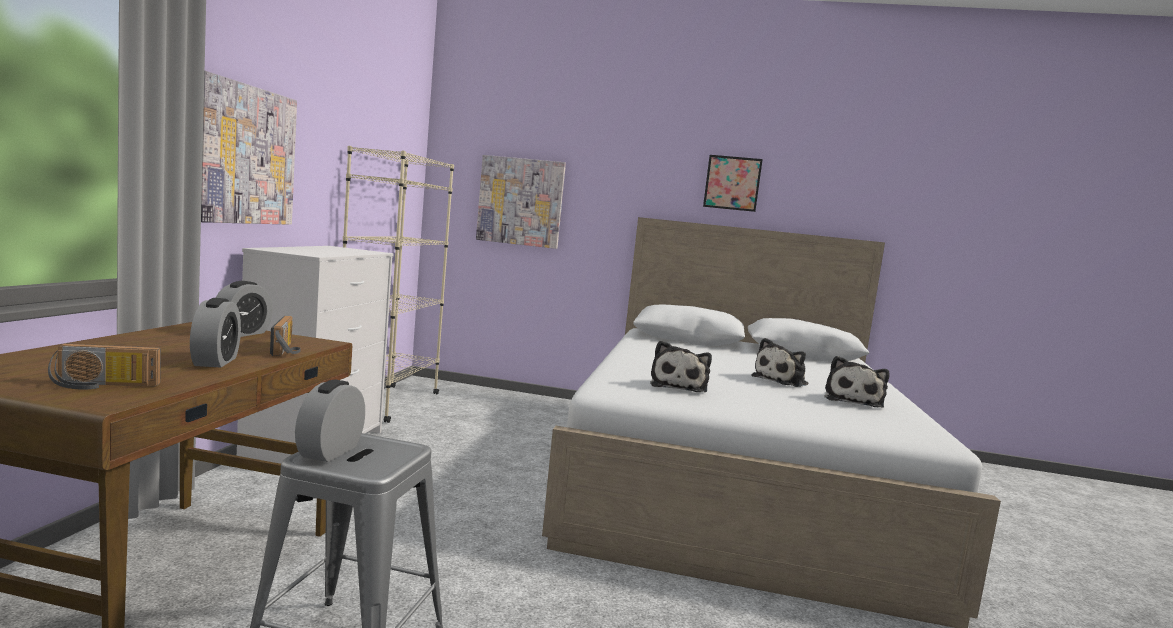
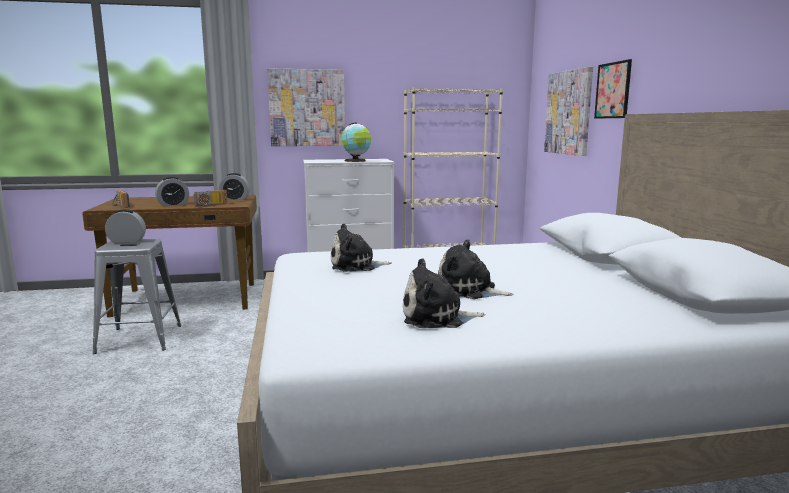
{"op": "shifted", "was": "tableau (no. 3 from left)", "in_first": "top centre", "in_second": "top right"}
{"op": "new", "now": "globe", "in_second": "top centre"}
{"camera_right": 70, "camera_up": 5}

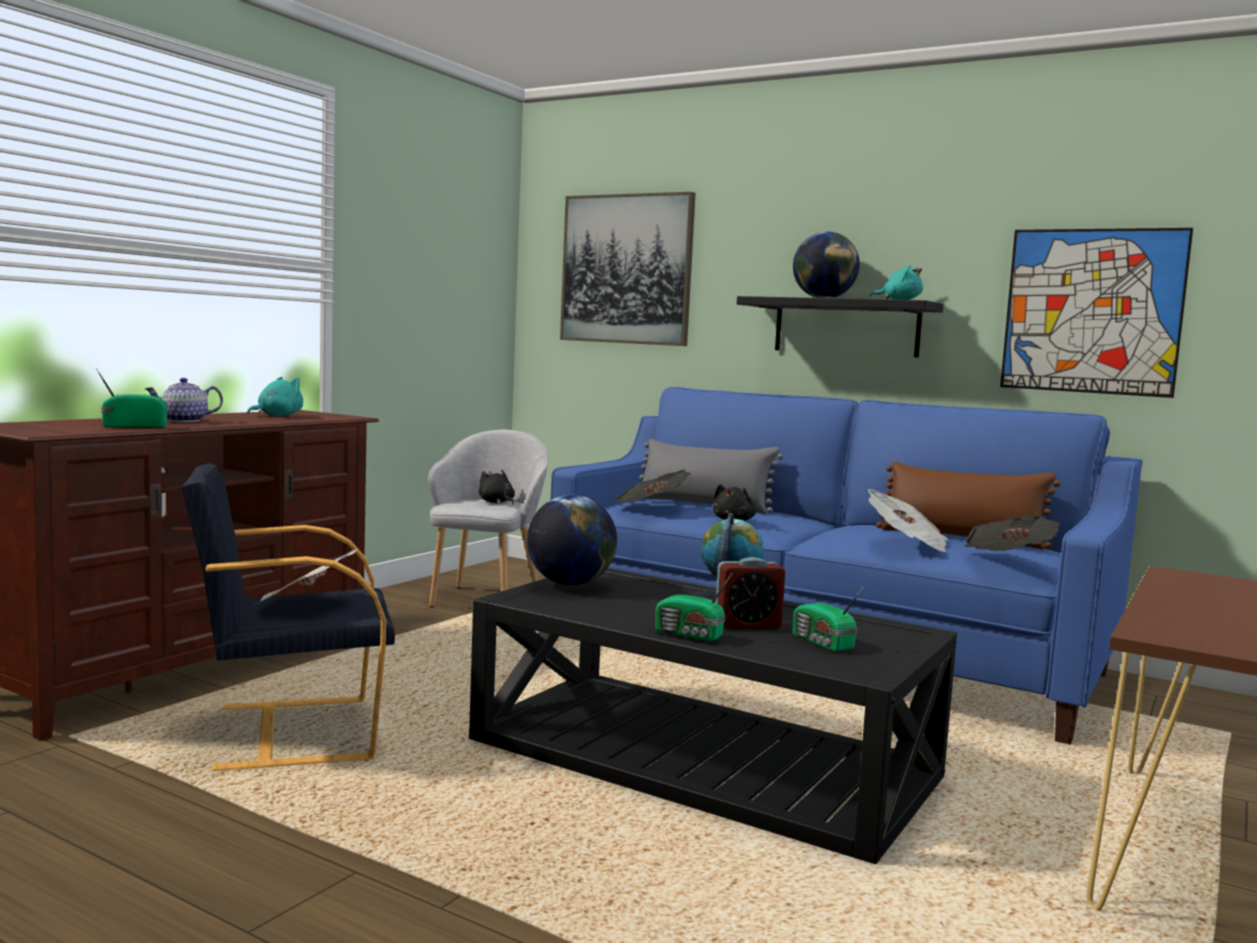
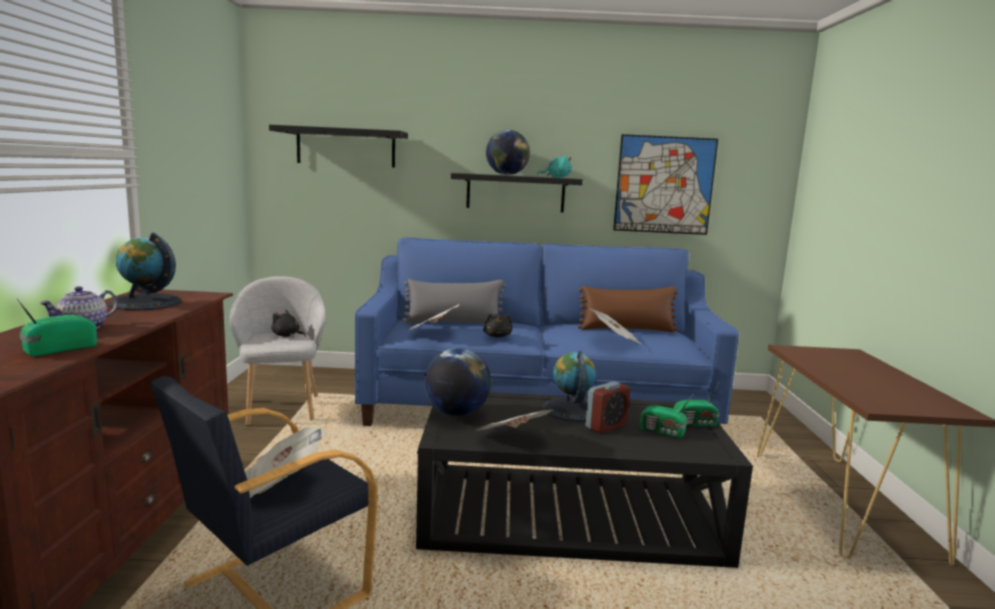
{"op": "swapped", "was": "peluche/turquoise (no. 1 from left)", "now": "globe (no. 1 from left)", "in_first": "middle left", "in_second": "middle left"}
{"op": "swapped", "was": "tableau (no. 1 from left)", "now": "étagère/noir (no. 1 from left)", "in_first": "top centre", "in_second": "top centre"}
{"op": "shifted", "was": "radio (no. 2 from left in the first image)", "now": "radio (no. 3 from left)", "in_first": "centre", "in_second": "middle right"}
{"op": "shifted", "was": "journal (no. 4 from left in the first image)", "now": "journal (no. 3 from left)", "in_first": "middle right", "in_second": "bottom centre"}
{"camera_right": -30, "camera_up": 5}

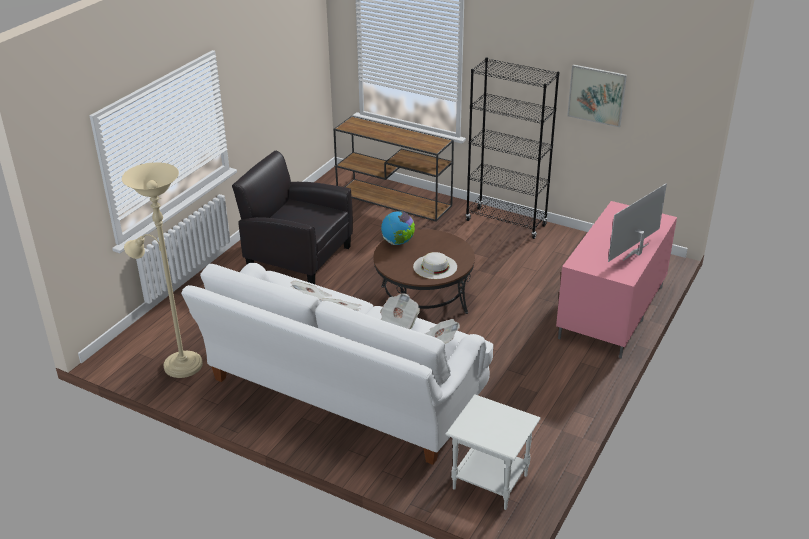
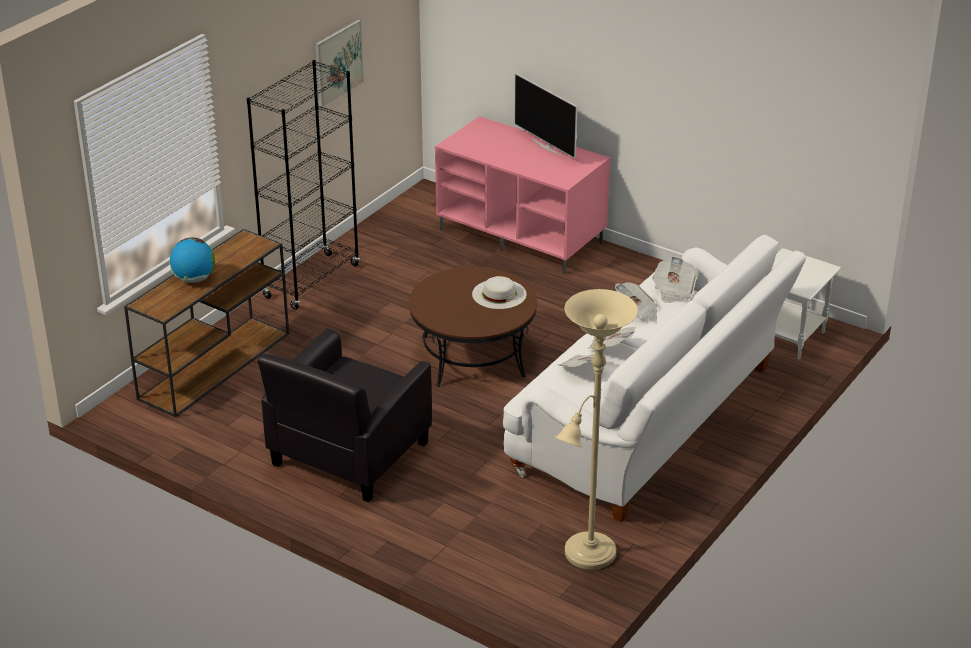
{"op": "shifted", "was": "globe", "in_first": "centre", "in_second": "middle left"}
{"camera_right": -85, "camera_up": 0}

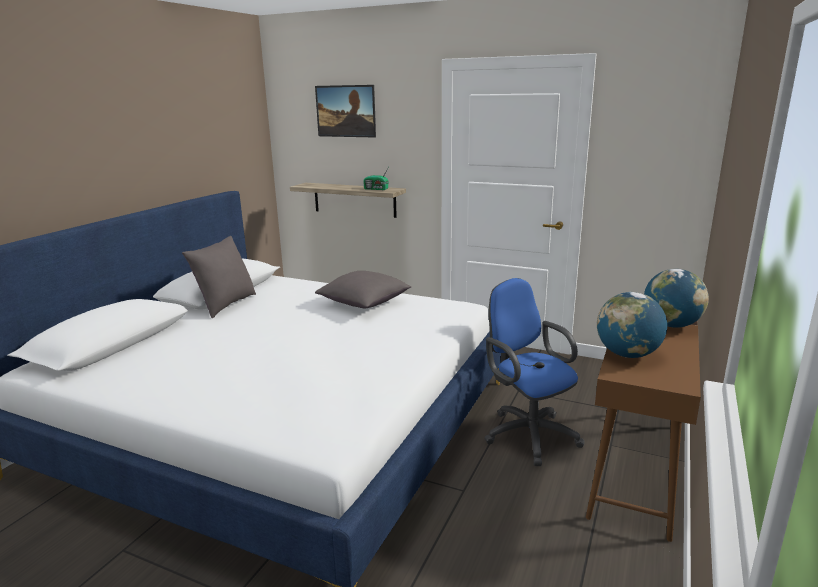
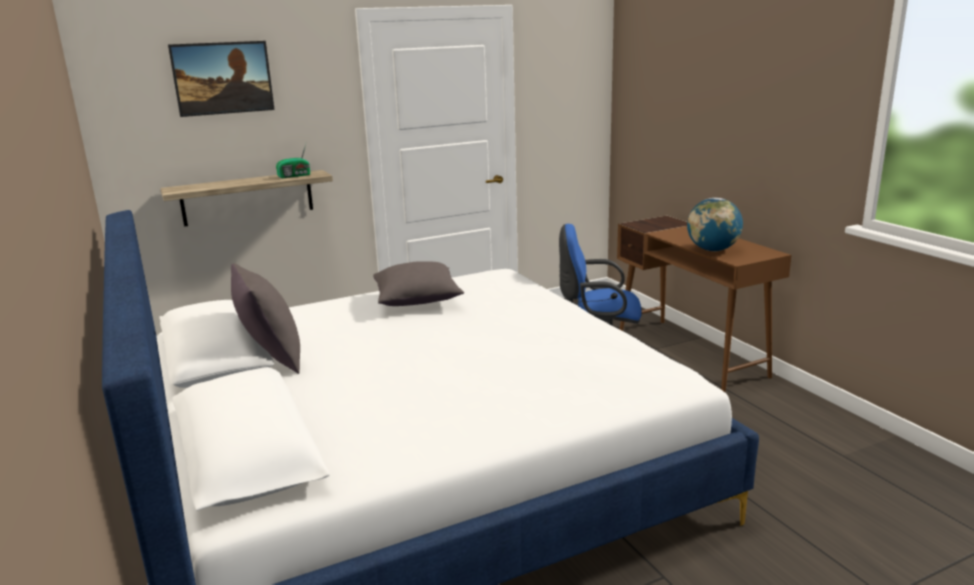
{"op": "gone", "was": "globe (no. 2 from left)", "in_first": "middle right"}
{"camera_right": -50, "camera_up": 0}

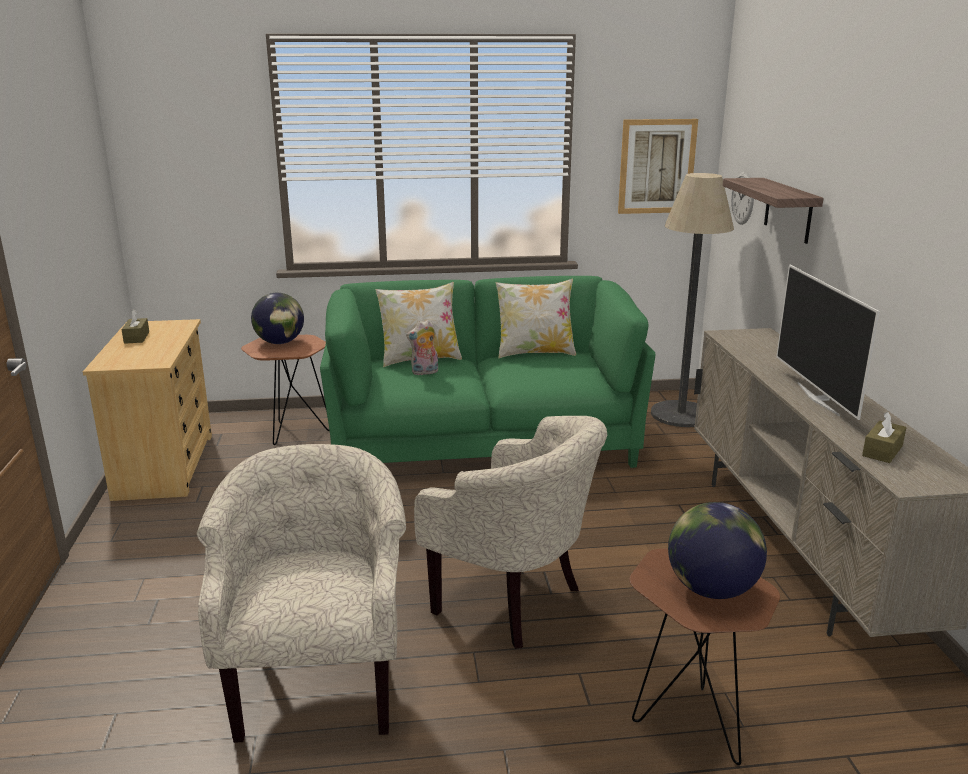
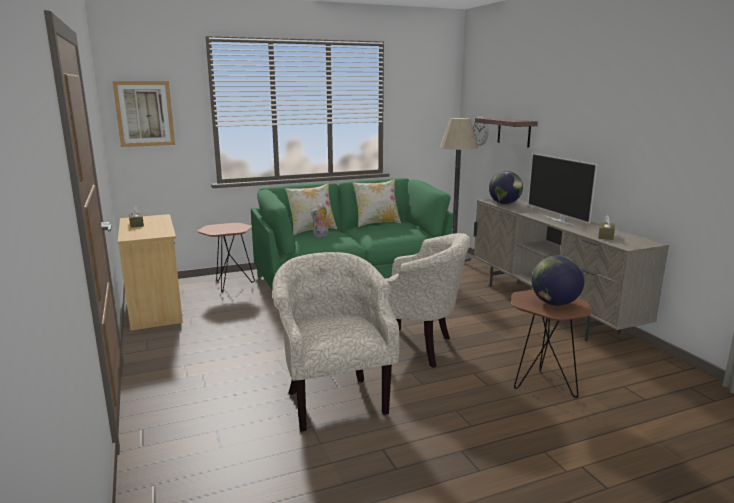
{"op": "shifted", "was": "globe (no. 1 from left)", "in_first": "middle left", "in_second": "middle right"}
{"op": "shifted", "was": "tableau", "in_first": "top right", "in_second": "top left"}
{"camera_right": -15, "camera_up": -5}

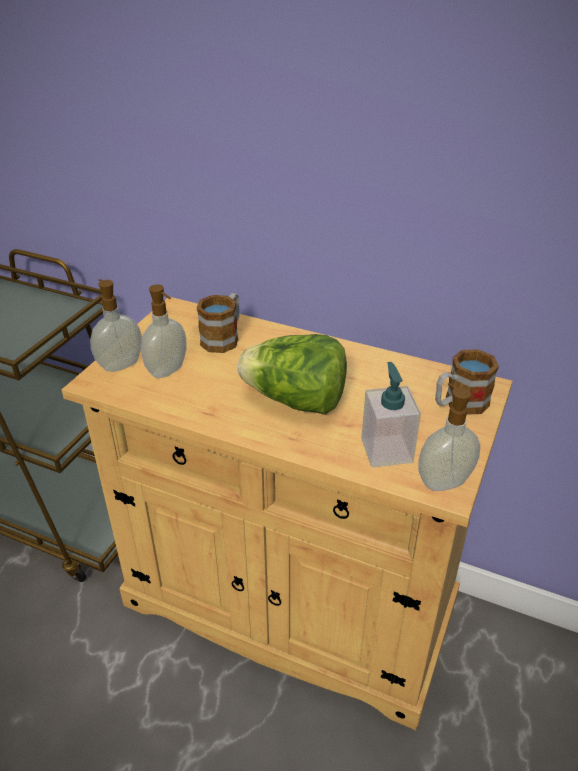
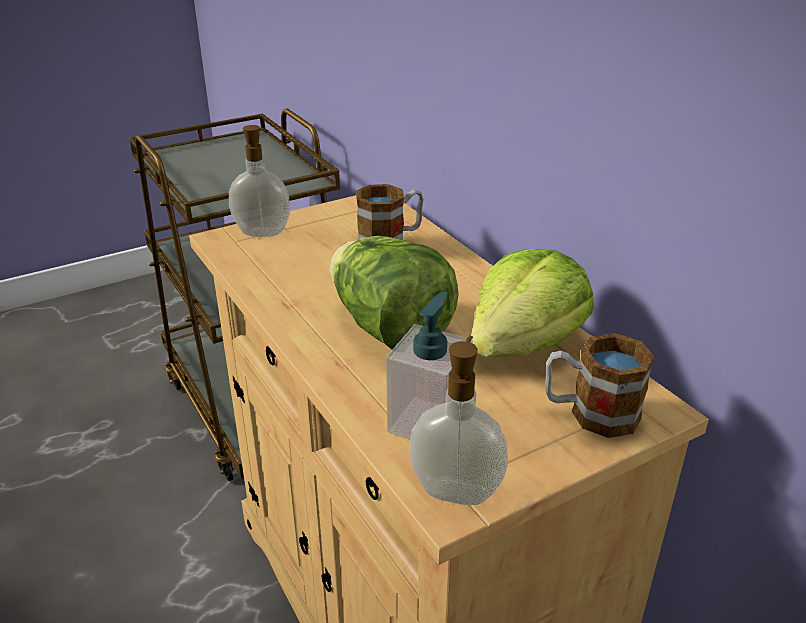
{"op": "gone", "was": "distributeur de savon (no. 2 from left)", "in_first": "middle left"}
{"op": "new", "now": "laitue (no. 2 from left)", "in_second": "centre"}
{"camera_right": 35, "camera_up": -5}

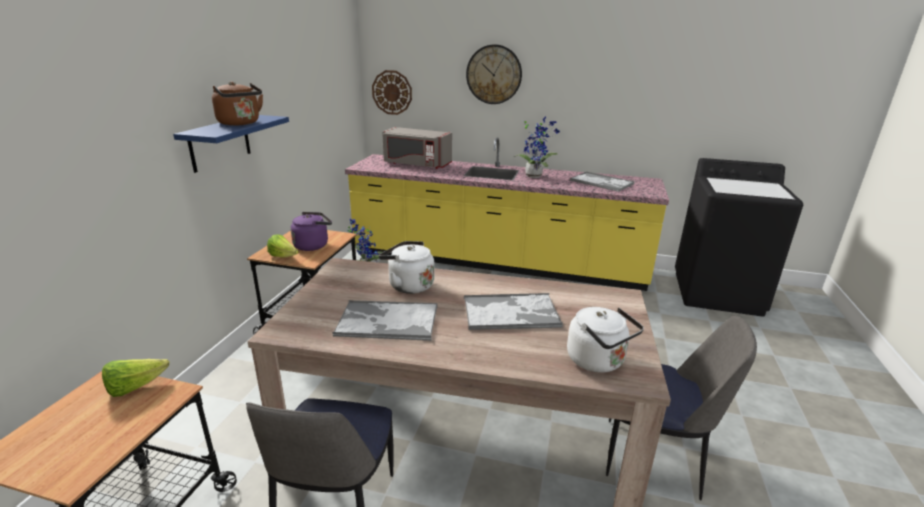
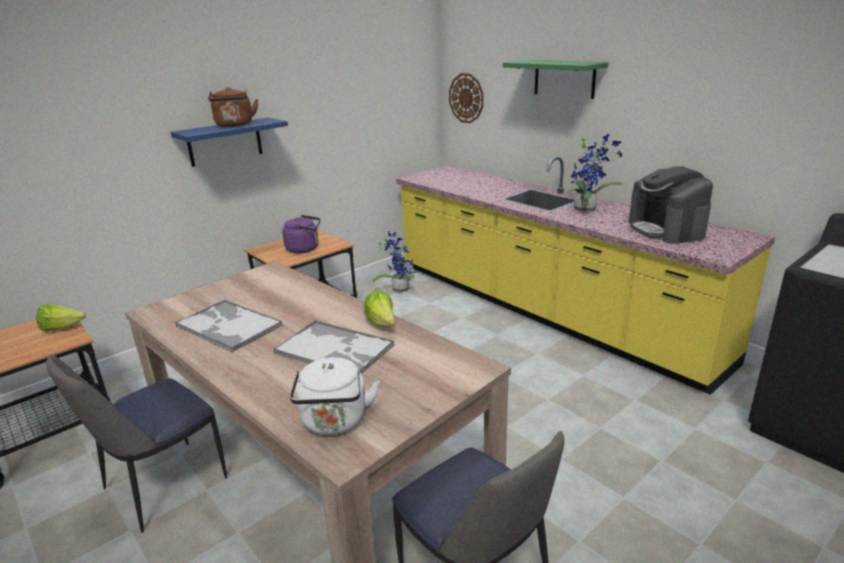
{"op": "shifted", "was": "laitue (no. 2 from left)", "in_first": "middle left", "in_second": "centre"}
{"op": "gone", "was": "bouilloire/blanc (no. 1 from left)", "in_first": "centre"}
{"op": "gone", "was": "micro-ondes/gris", "in_first": "top centre"}
{"op": "swapped", "was": "horloge murale (no. 2 from left)", "now": "étagère/vert", "in_first": "top centre", "in_second": "top centre"}
{"op": "swapped", "was": "plateau (no. 3 from left)", "now": "machine à café", "in_first": "centre", "in_second": "middle right"}
{"camera_right": 35, "camera_up": 0}

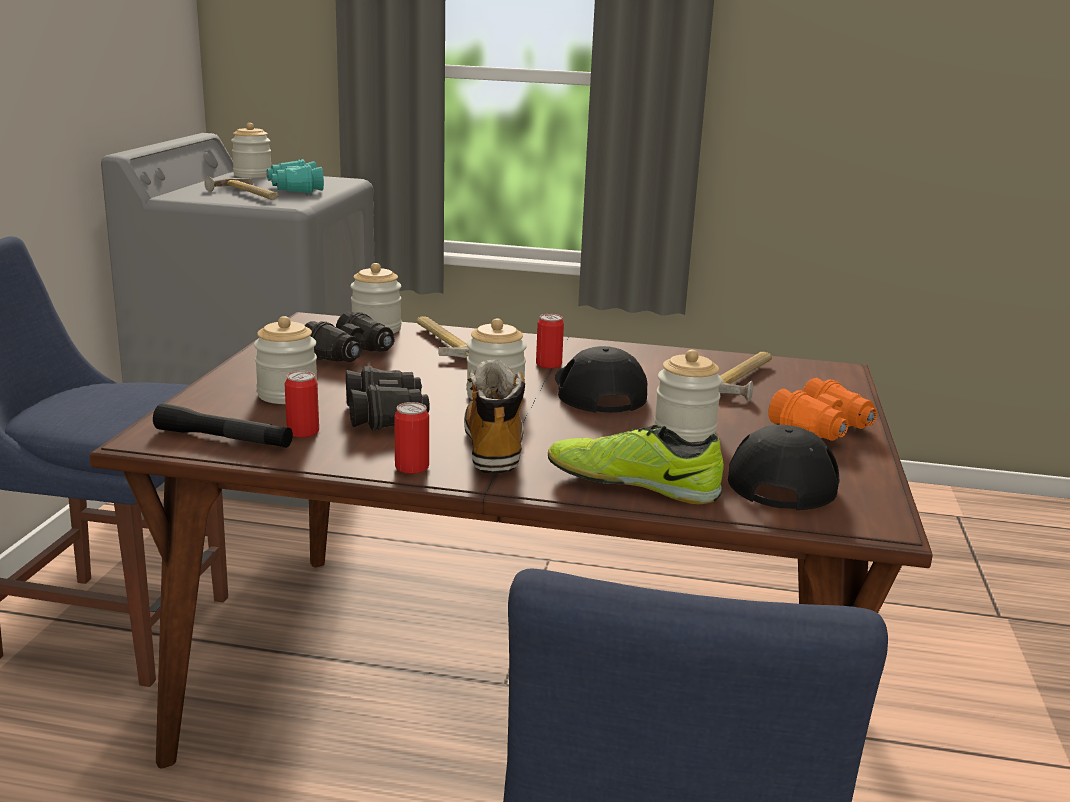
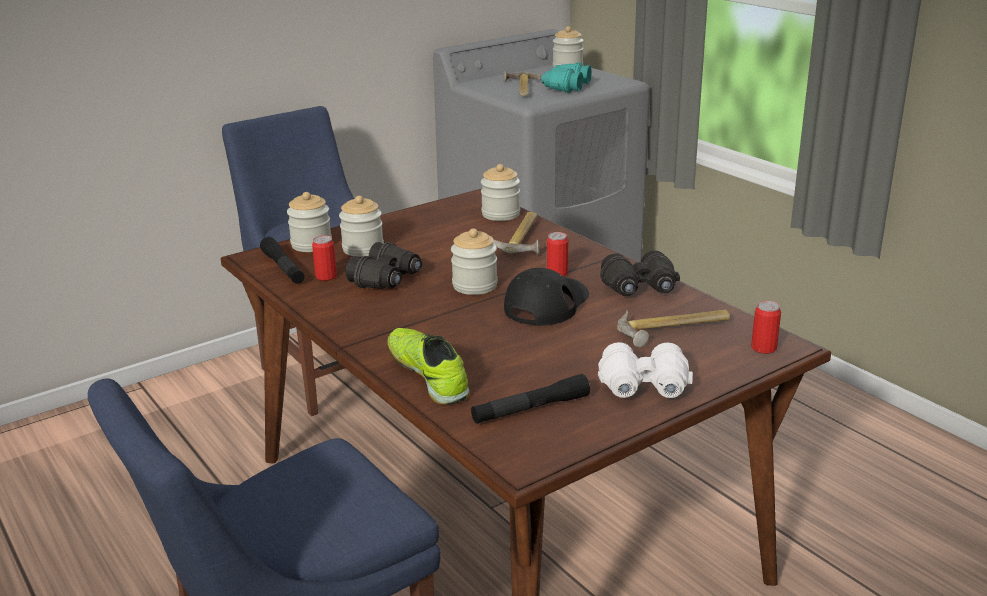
{"op": "shifted", "was": "jumelles/noir (no. 1 from left in the first image)", "now": "jumelles/noir (no. 2 from left)", "in_first": "middle left", "in_second": "centre"}
{"op": "shifted", "was": "boîte métallique (no. 2 from left in the first image)", "now": "boîte métallique (no. 3 from left)", "in_first": "centre", "in_second": "middle right"}
{"op": "gone", "was": "botte", "in_first": "centre"}
{"op": "shifted", "was": "bocal (no. 5 from left in the first image)", "now": "bocal (no. 1 from left)", "in_first": "centre", "in_second": "middle left"}
{"op": "swapped", "was": "casquette/noir (no. 2 from left)", "now": "lampe de poche/noir (no. 2 from left)", "in_first": "middle right", "in_second": "bottom centre"}
{"op": "repainted", "was": "jumelles/orange", "now": "jumelles/blanc", "in_first": "middle right", "in_second": "centre"}
{"camera_right": 45, "camera_up": 5}

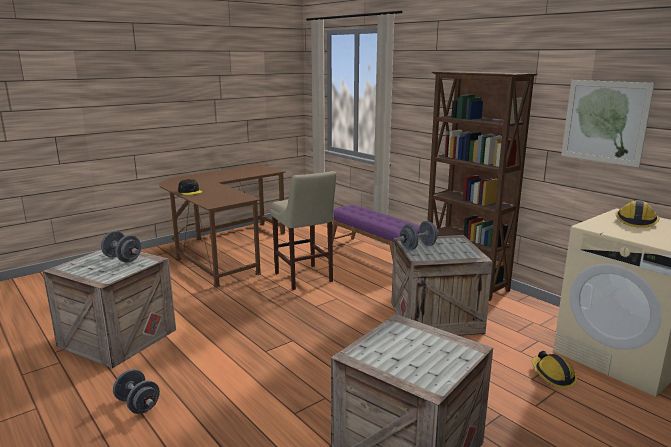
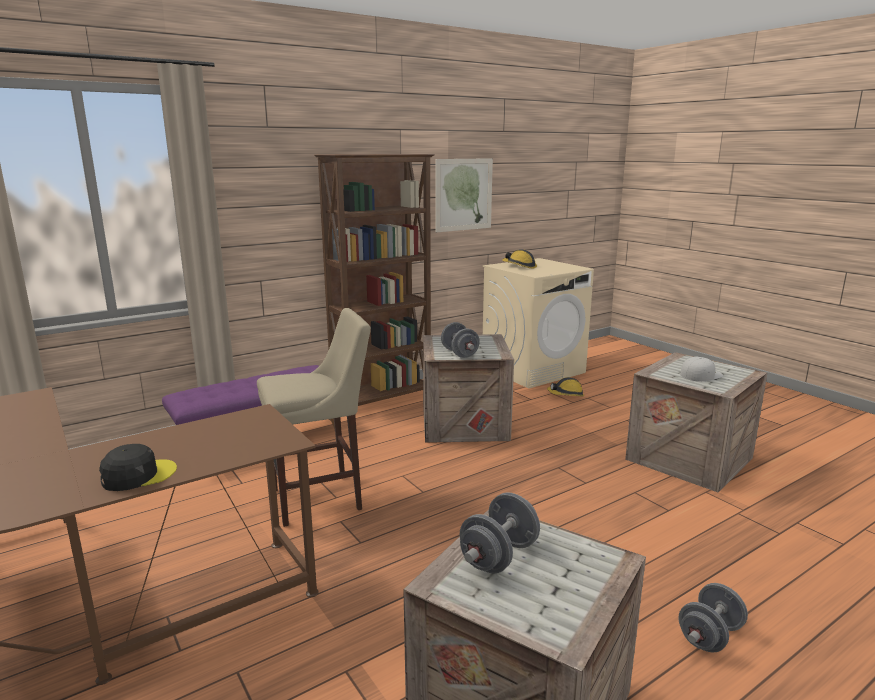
{"op": "new", "now": "casquette/blanc", "in_second": "middle right"}
{"camera_right": -85, "camera_up": 0}

